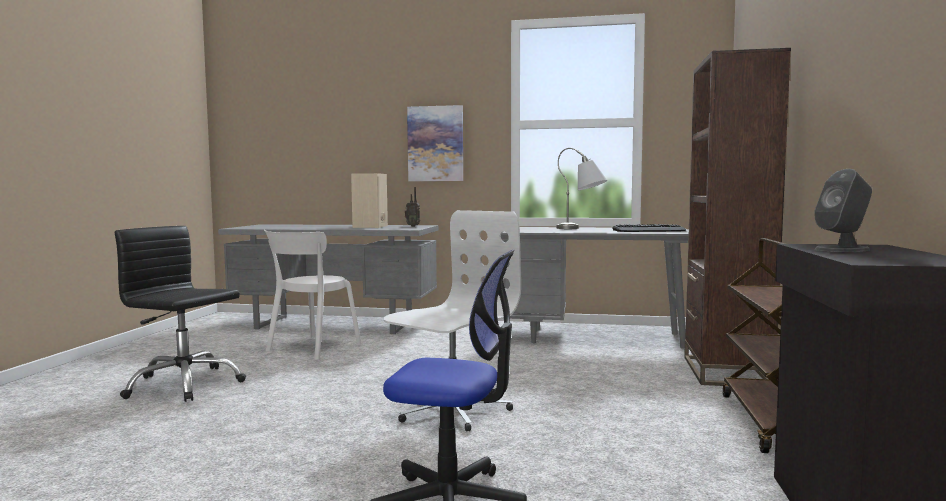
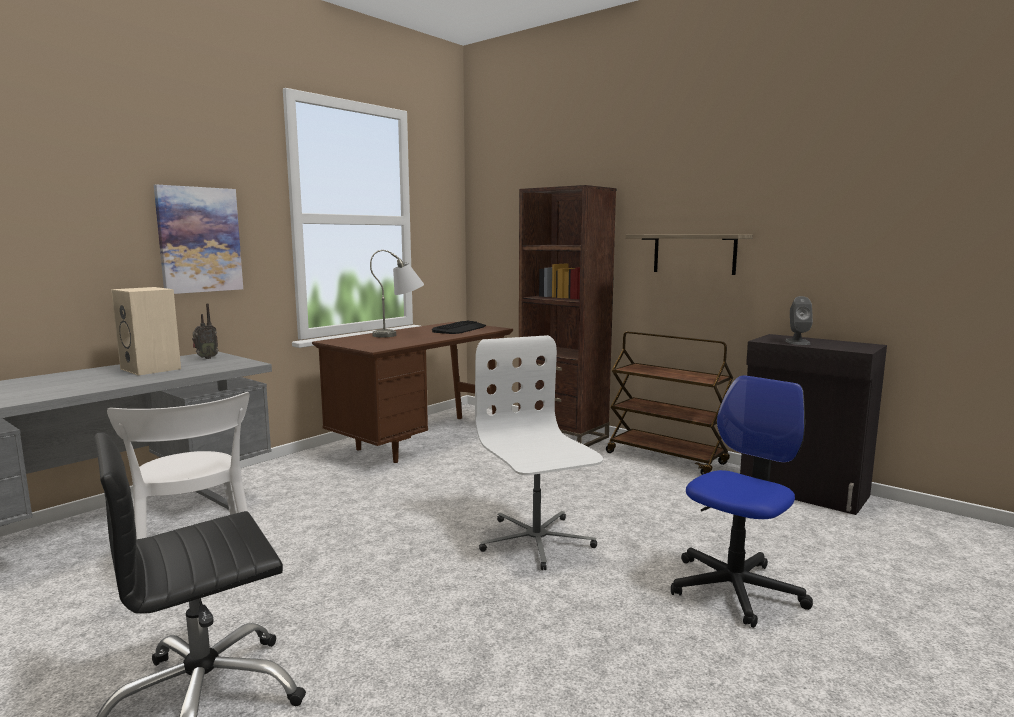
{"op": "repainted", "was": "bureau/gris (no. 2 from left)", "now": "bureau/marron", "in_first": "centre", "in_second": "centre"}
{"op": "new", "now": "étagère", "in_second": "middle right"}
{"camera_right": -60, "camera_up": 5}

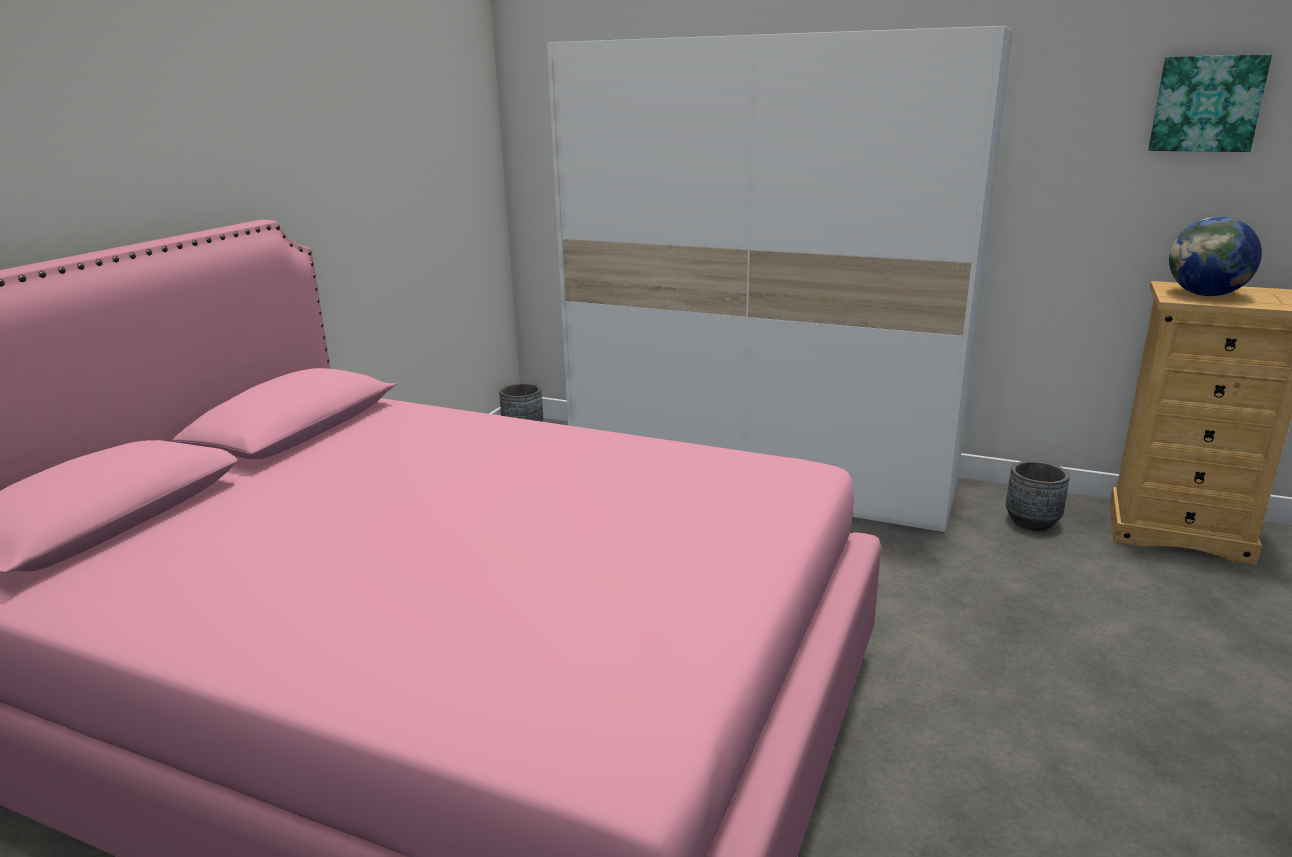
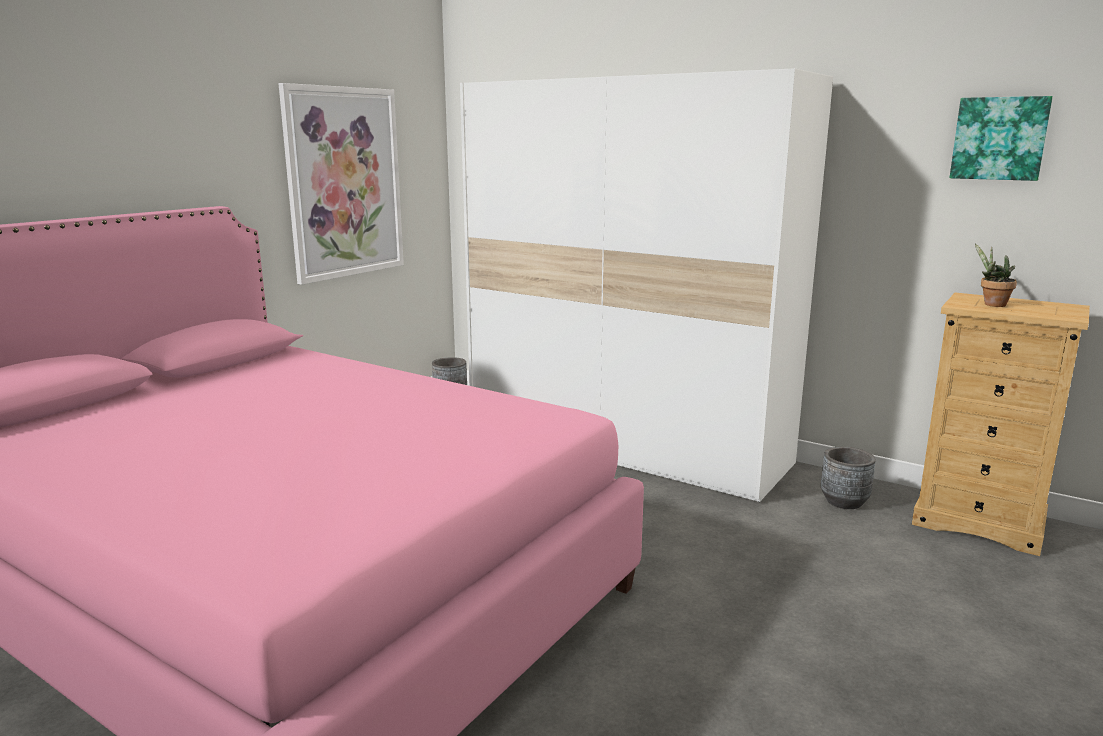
{"op": "swapped", "was": "globe", "now": "plante en pot", "in_first": "top right", "in_second": "middle right"}
{"op": "new", "now": "tableau (no. 1 from left)", "in_second": "top left"}
{"camera_right": 10, "camera_up": -5}

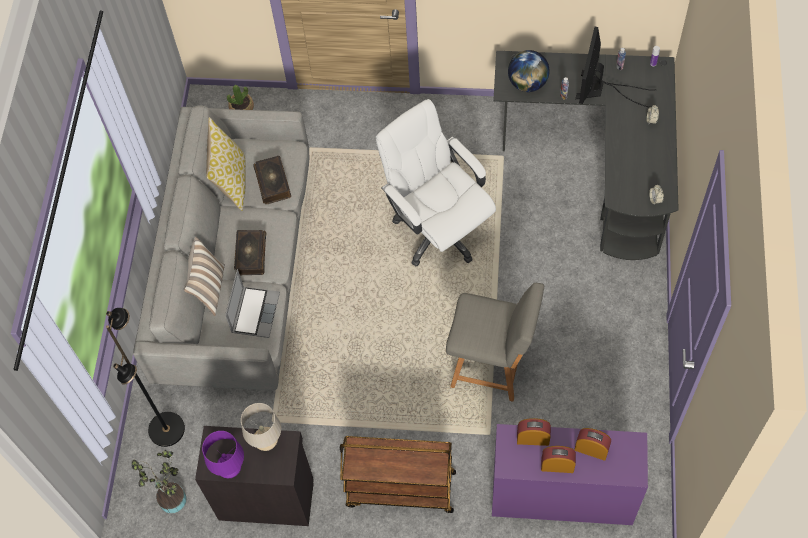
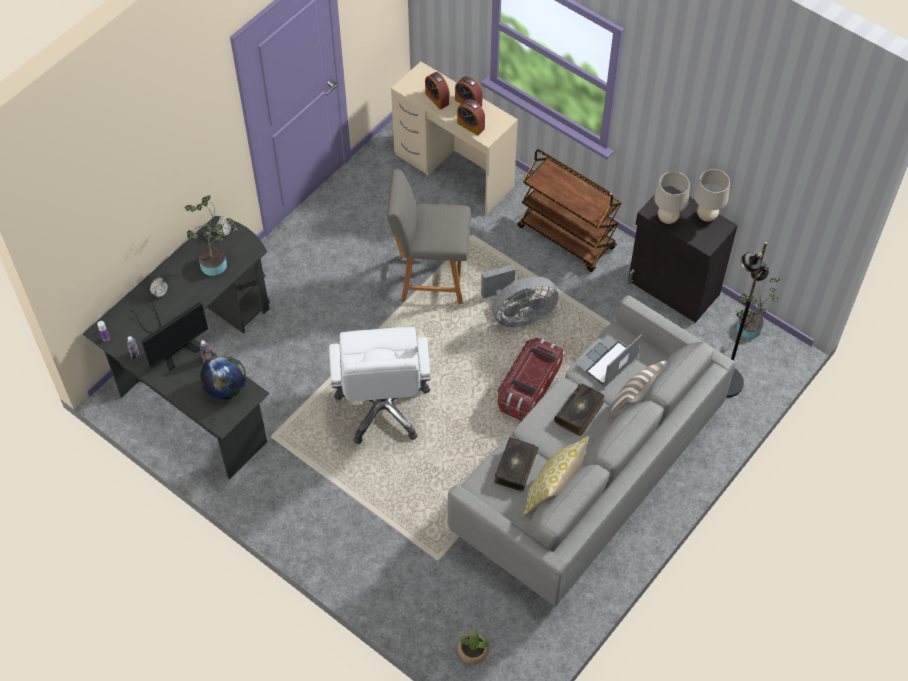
{"op": "repainted", "was": "lampe de table/violet", "now": "lampe de table/beige (no. 2 from left)", "in_first": "bottom left", "in_second": "top right"}
{"op": "rotated", "was": "chaise/gris", "in_first": "centre", "in_second": "centre", "clockwise": -45}
{"op": "repainted", "was": "bureau/violet", "now": "bureau/beige", "in_first": "bottom right", "in_second": "top centre"}
{"op": "new", "now": "plante en pot (no. 1 from left)", "in_second": "middle left"}
{"op": "new", "now": "ventilateur/gris", "in_second": "centre"}
{"op": "new", "now": "boîte de rangement", "in_second": "centre"}
{"camera_right": -150, "camera_up": -5}

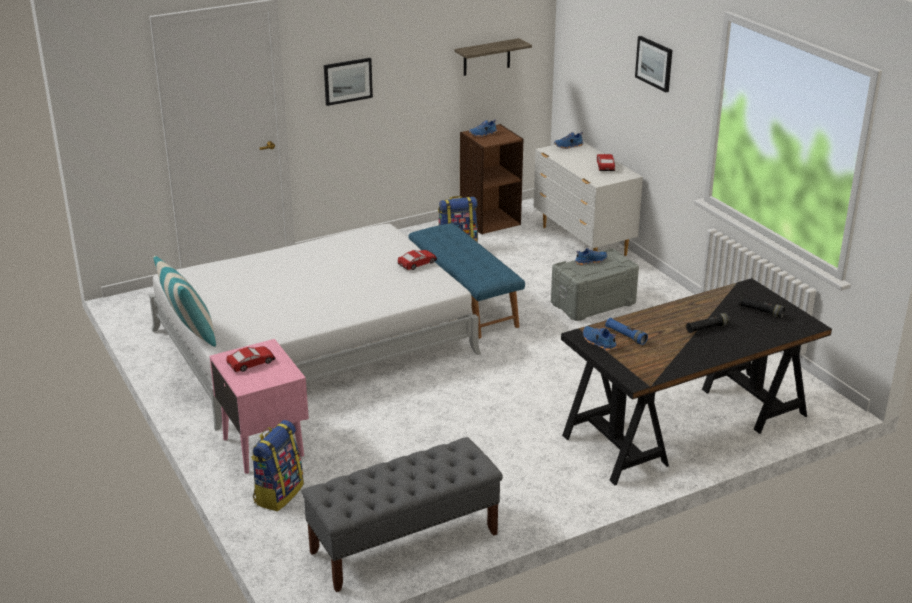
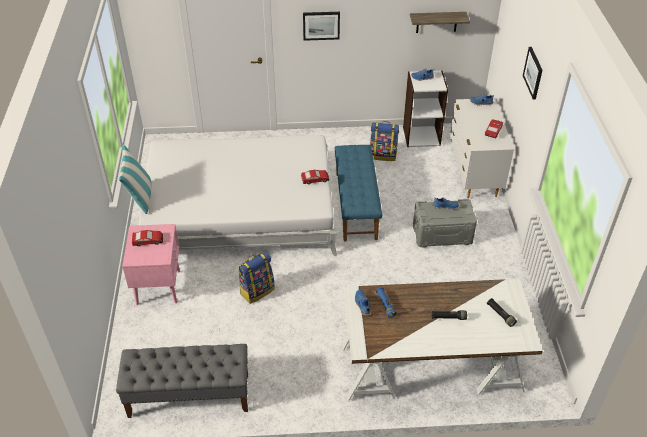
{"op": "shifted", "was": "sac à dos (no. 1 from left)", "in_first": "bottom left", "in_second": "centre"}
{"op": "repainted", "was": "bibliothèque/marron", "now": "bibliothèque/blanc", "in_first": "top centre", "in_second": "top centre"}
{"op": "repainted", "was": "bureau/noir", "now": "bureau/blanc", "in_first": "middle right", "in_second": "bottom right"}
{"camera_right": 25, "camera_up": 15}

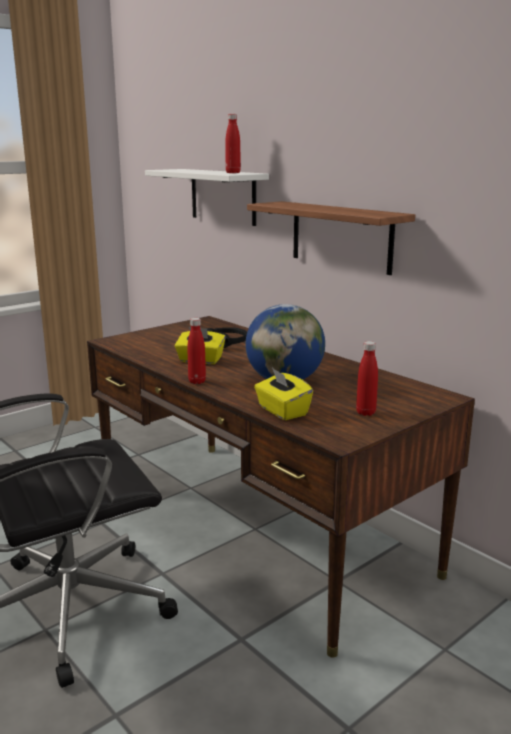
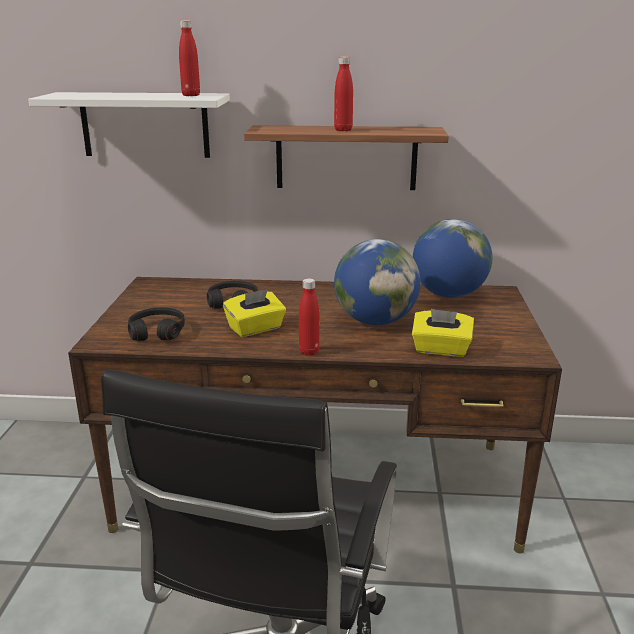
{"op": "shifted", "was": "bouteille/rouge (no. 3 from left)", "in_first": "middle right", "in_second": "top centre"}
{"op": "new", "now": "casque audio/noir (no. 1 from left)", "in_second": "middle left"}
{"op": "new", "now": "globe (no. 2 from left)", "in_second": "middle right"}
{"camera_right": -45, "camera_up": 5}

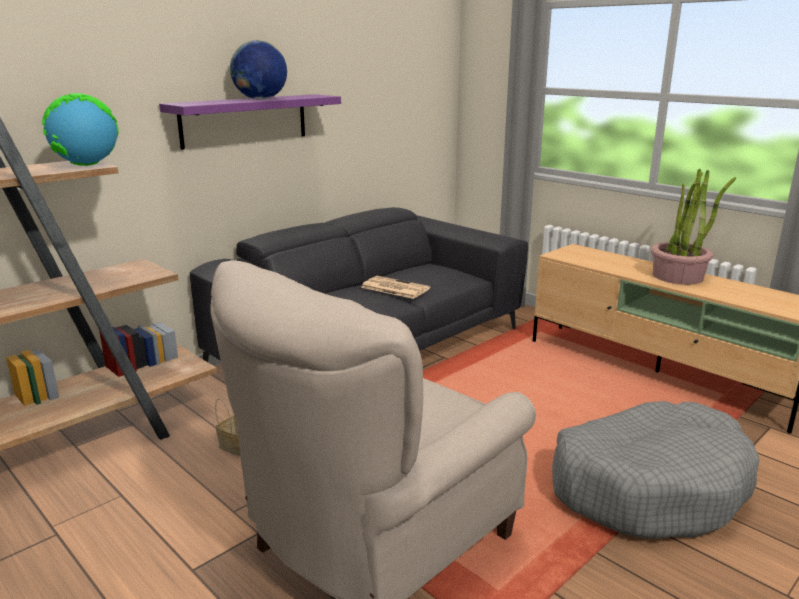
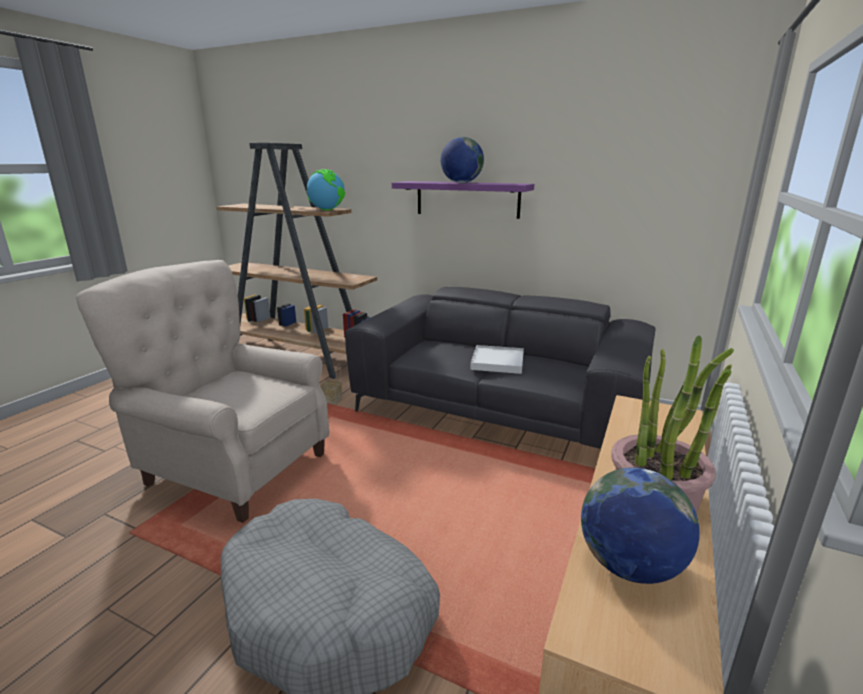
{"op": "swapped", "was": "journal", "now": "plateau/blanc", "in_first": "centre", "in_second": "centre"}
{"op": "new", "now": "globe (no. 3 from left)", "in_second": "bottom right"}
{"camera_right": 70, "camera_up": 0}

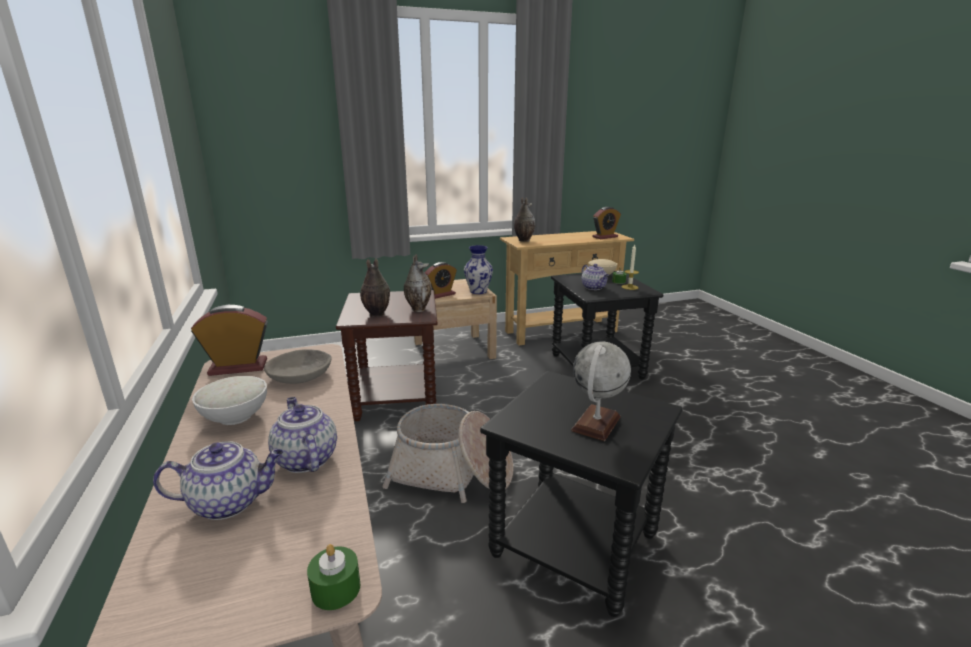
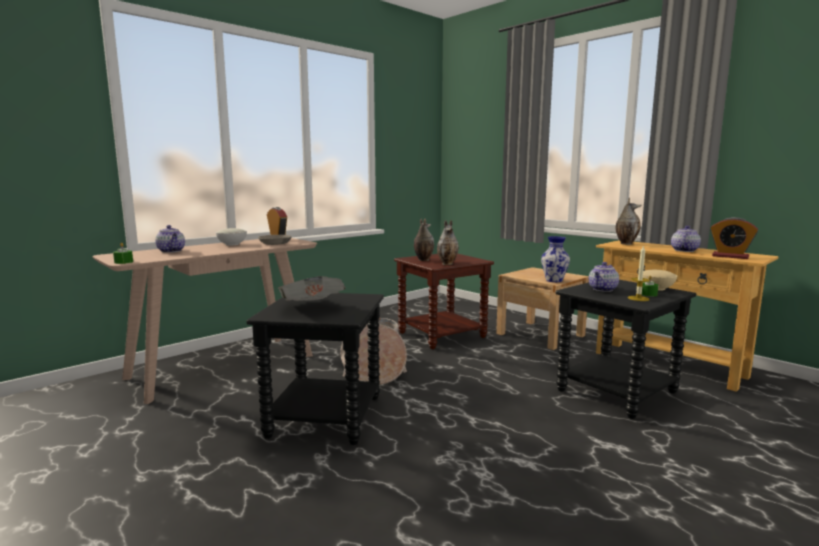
{"op": "shifted", "was": "théière (no. 2 from left in the first image)", "now": "théière (no. 3 from left)", "in_first": "bottom left", "in_second": "middle right"}
{"op": "gone", "was": "réveil (no. 2 from left)", "in_first": "centre"}
{"op": "swapped", "was": "globe", "now": "journal", "in_first": "centre", "in_second": "centre"}
{"camera_right": 65, "camera_up": -10}

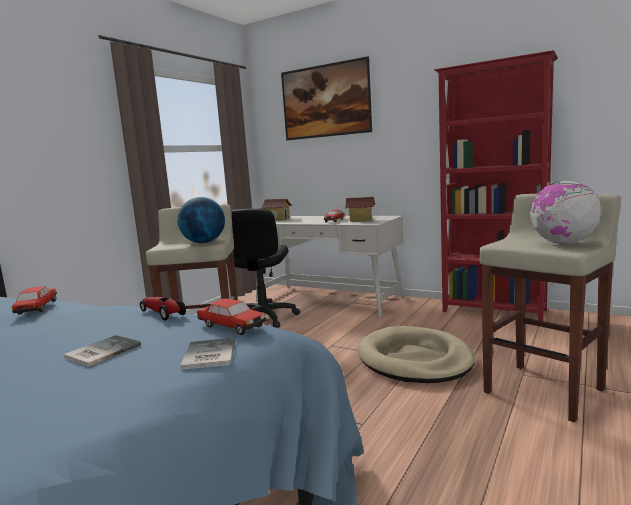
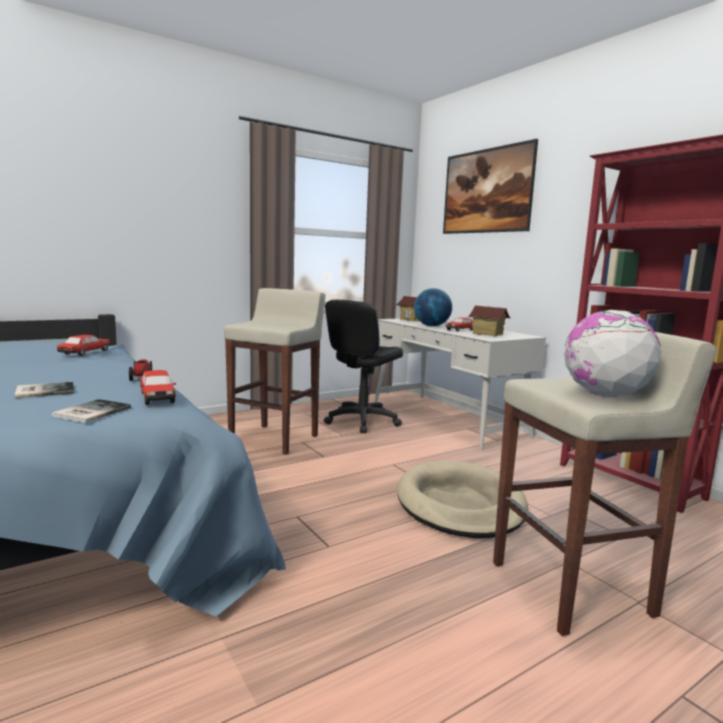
{"op": "shifted", "was": "globe (no. 1 from left)", "in_first": "middle left", "in_second": "centre"}
{"camera_right": 25, "camera_up": 0}

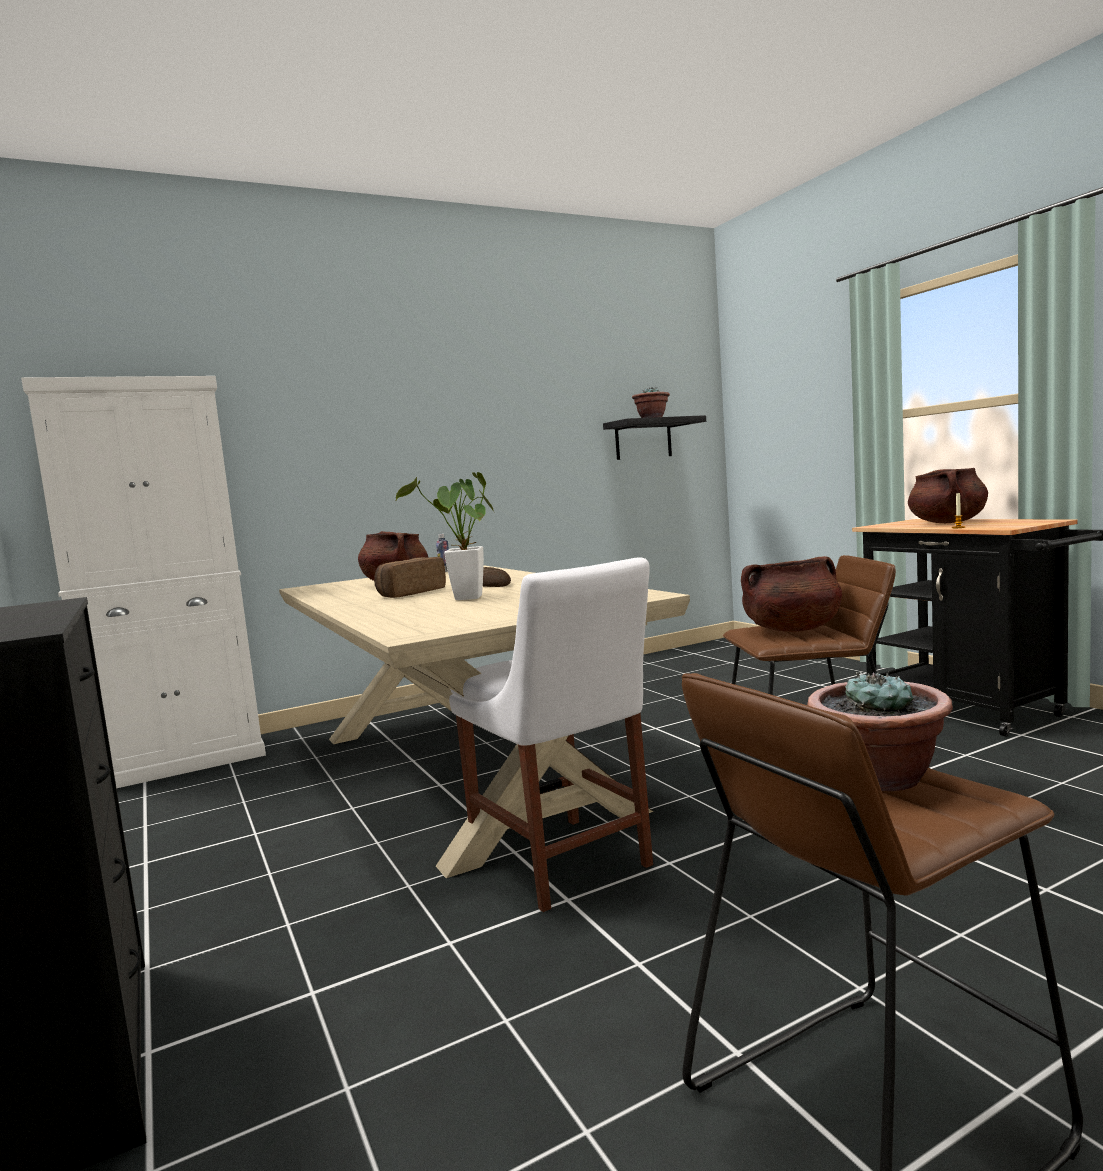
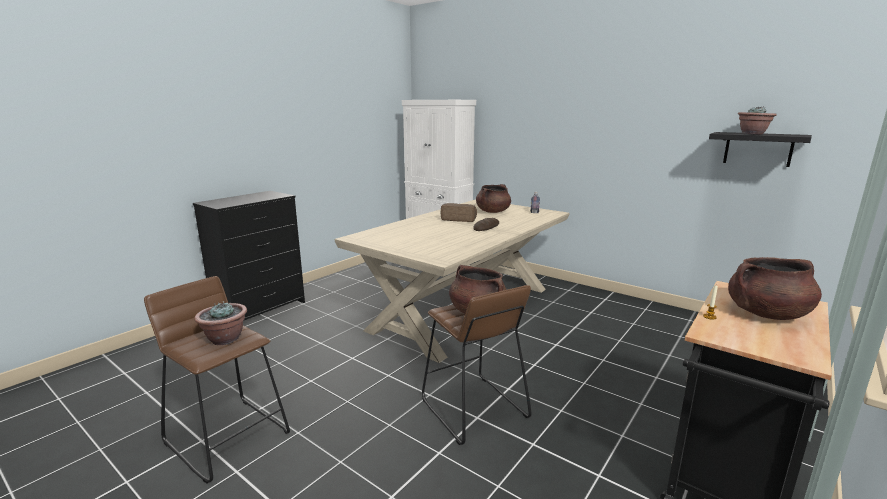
{"op": "gone", "was": "plante en pot (no. 1 from left)", "in_first": "centre"}
{"op": "gone", "was": "chaise/blanc", "in_first": "centre"}
{"camera_right": 65, "camera_up": 10}

